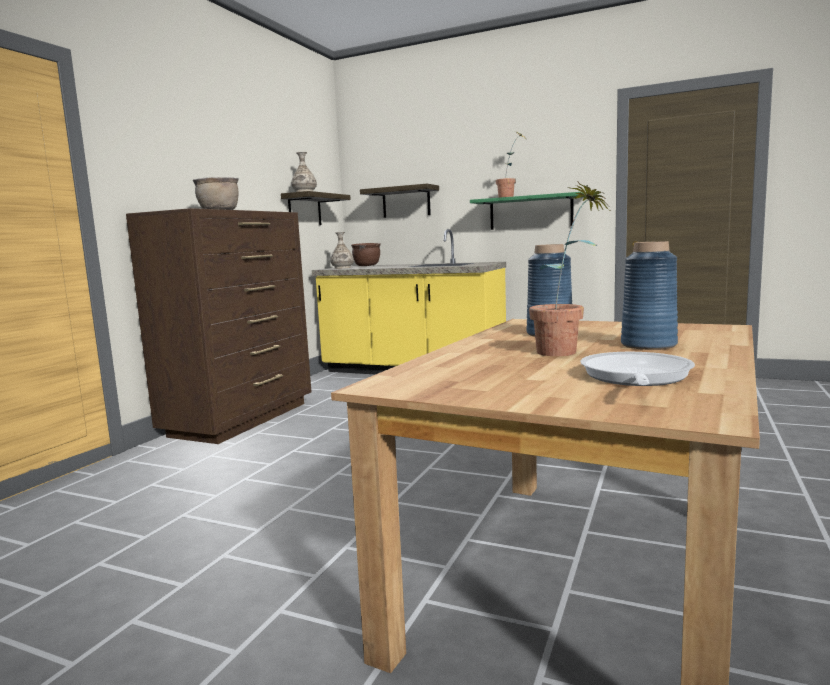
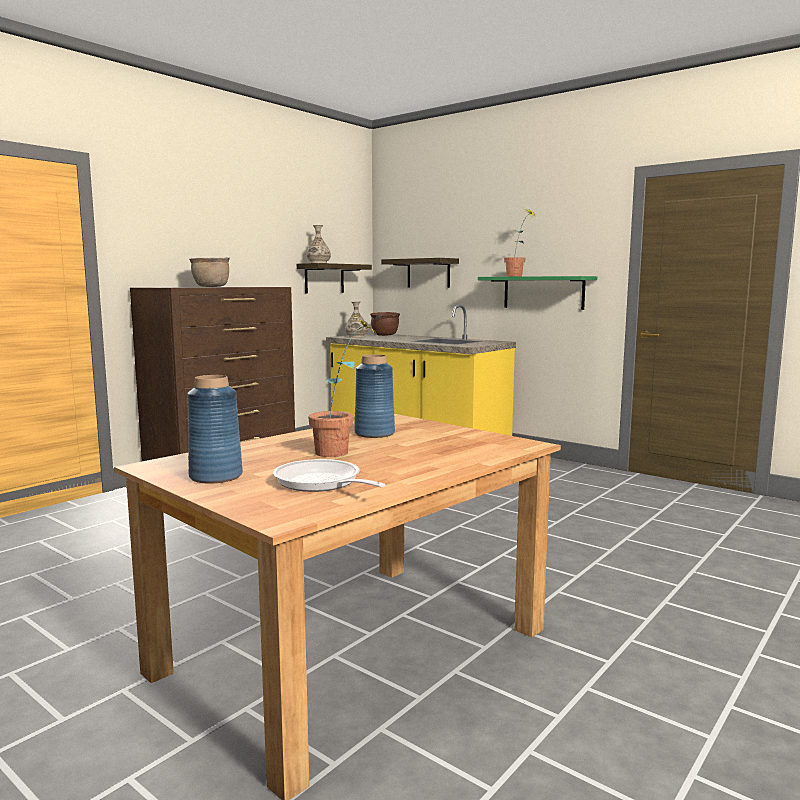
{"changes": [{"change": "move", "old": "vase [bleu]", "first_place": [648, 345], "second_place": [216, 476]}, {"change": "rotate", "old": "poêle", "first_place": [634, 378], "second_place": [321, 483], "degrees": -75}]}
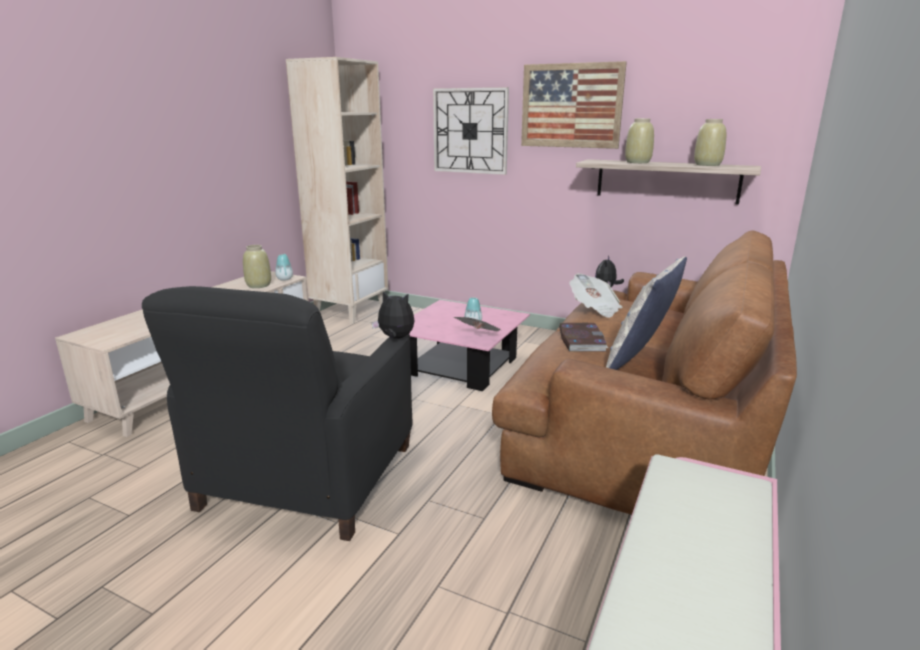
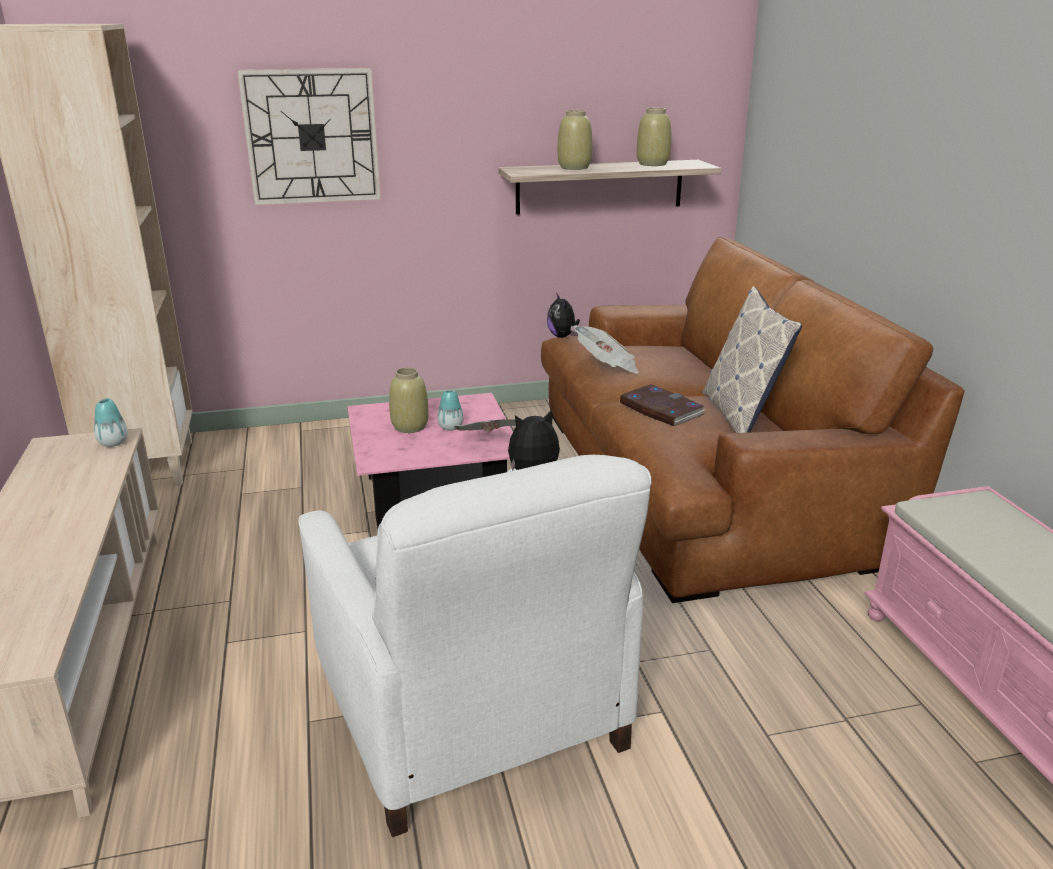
{"changes": [{"change": "delete", "old": "tableau", "first_place": [571, 106]}, {"change": "move", "old": "vase [beige]", "first_place": [258, 285], "second_place": [409, 427]}, {"change": "recolor", "old": "fauteuil [noir]", "new": "fauteuil [blanc]", "first_place": [307, 478], "second_place": [472, 713]}]}
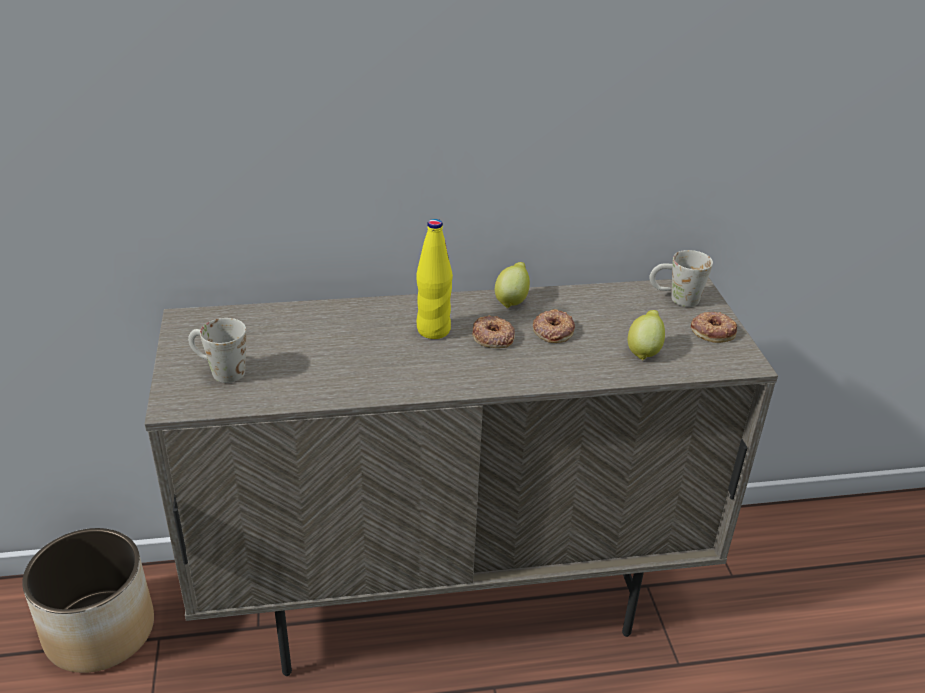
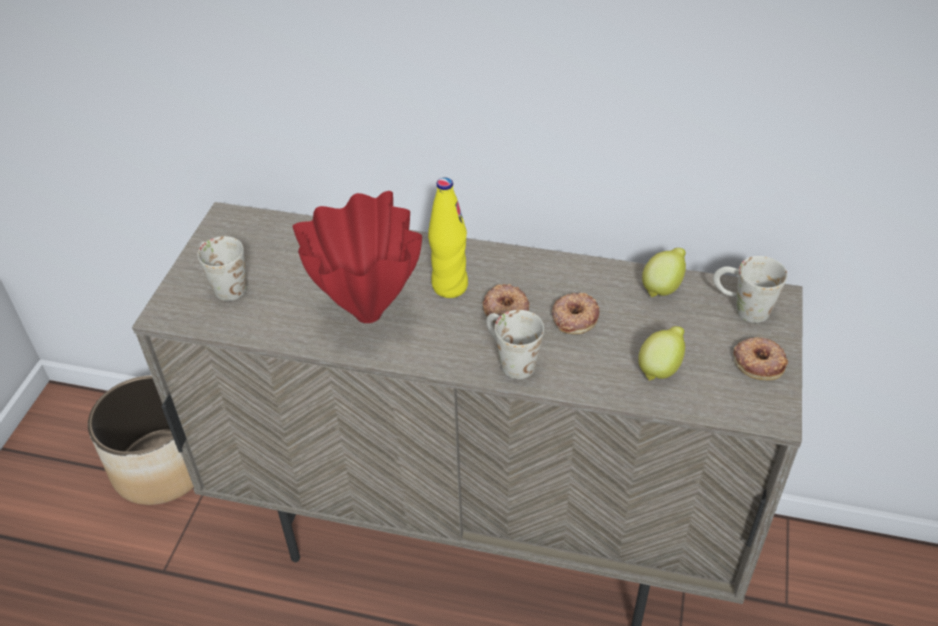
{"changes": [{"change": "move", "old": "citron", "first_place": [512, 300], "second_place": [662, 287]}, {"change": "insert", "new": "vase [rouge]", "second_place": [367, 315]}, {"change": "insert", "new": "mug [blanc]", "second_place": [509, 360]}]}
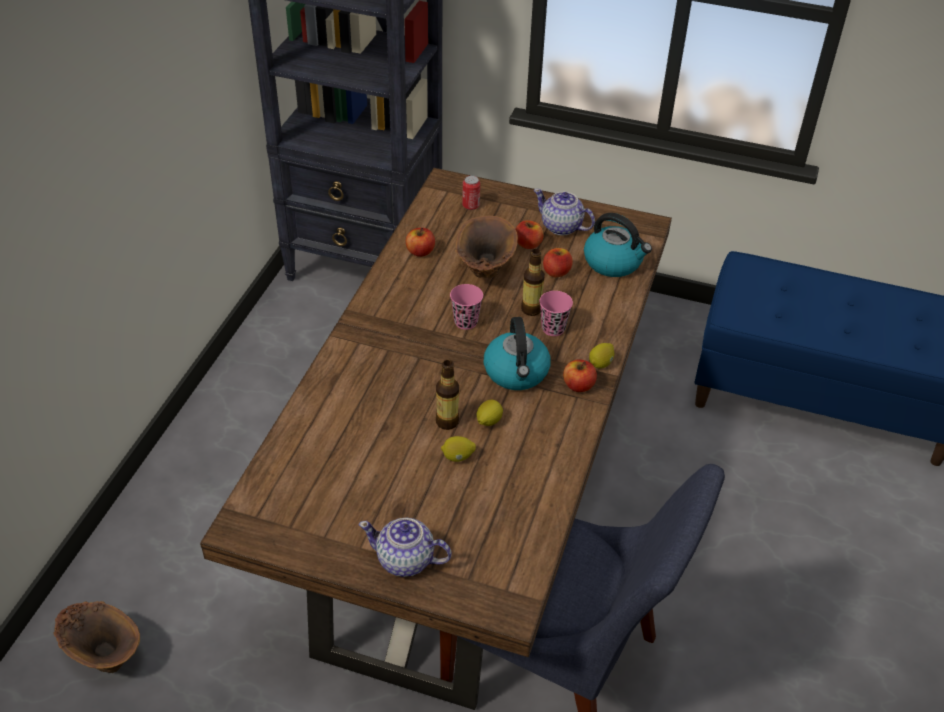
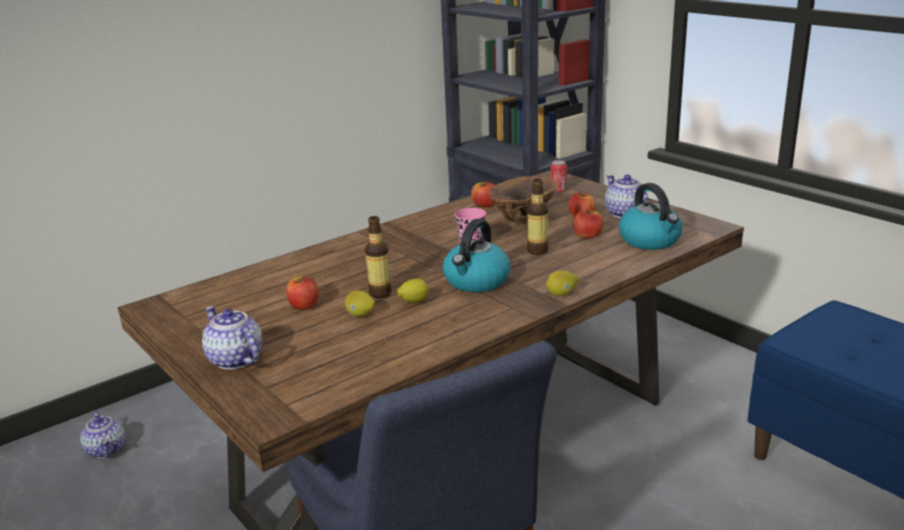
{"changes": [{"change": "delete", "old": "tasse [rose]", "first_place": [553, 328]}, {"change": "move", "old": "pomme", "first_place": [578, 385], "second_place": [304, 306]}, {"change": "replace", "old": "vase [marron]", "new": "théière", "first_place": [105, 655], "second_place": [106, 449]}]}
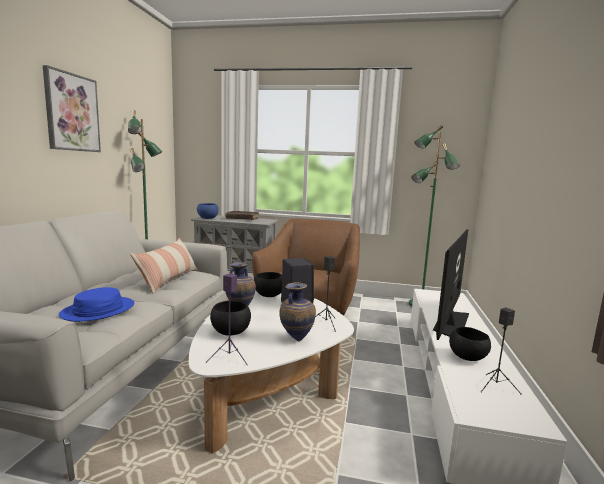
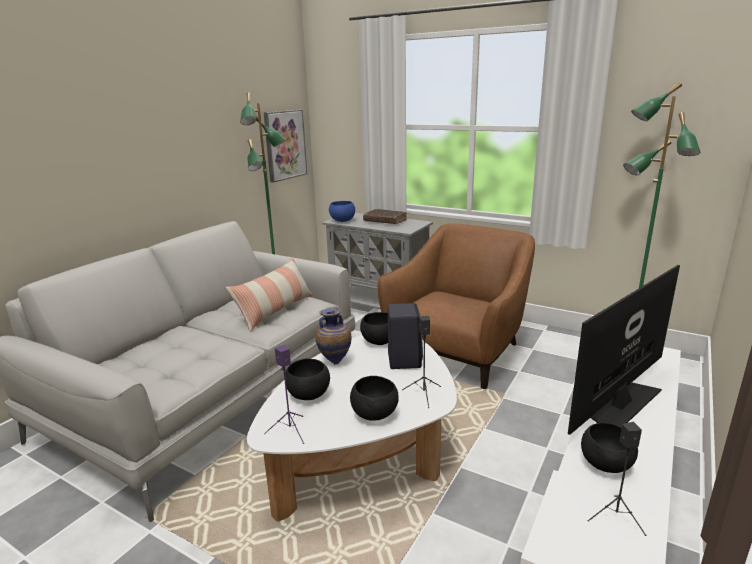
{"changes": [{"change": "move", "old": "tableau", "first_place": [72, 112], "second_place": [285, 145]}, {"change": "replace", "old": "vase", "new": "bol [noir]", "first_place": [296, 339], "second_place": [375, 414]}, {"change": "delete", "old": "chapeau [bleu]", "first_place": [98, 310]}]}
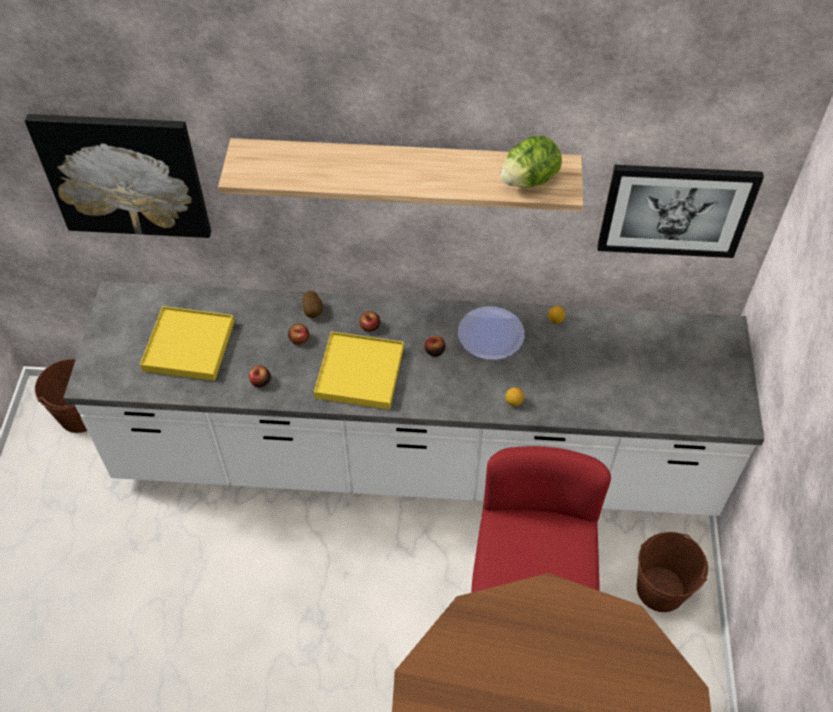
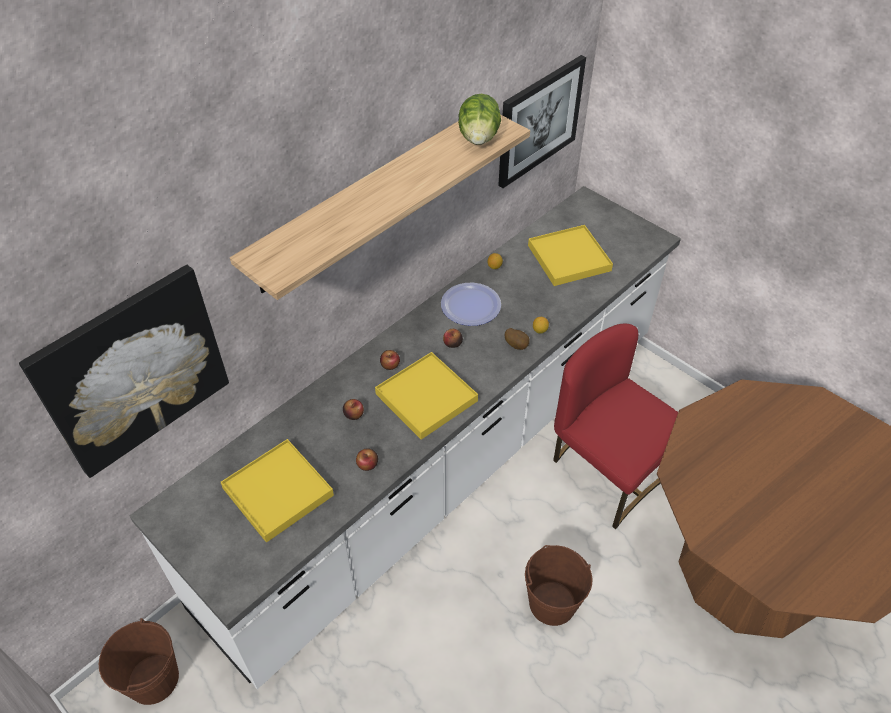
{"changes": [{"change": "move", "old": "pomme de terre", "first_place": [313, 311], "second_place": [517, 345]}, {"change": "move", "old": "seau [marron]", "first_place": [660, 589], "second_place": [552, 603]}, {"change": "insert", "new": "plateau [jaune]", "second_place": [569, 258]}]}
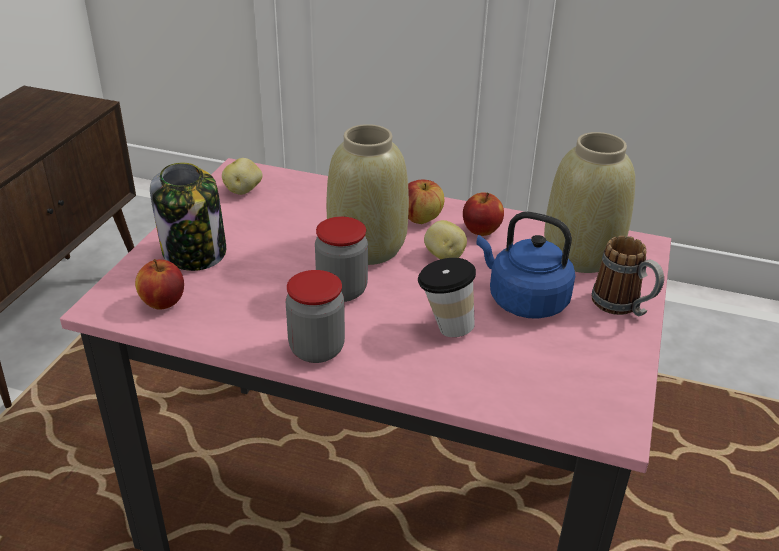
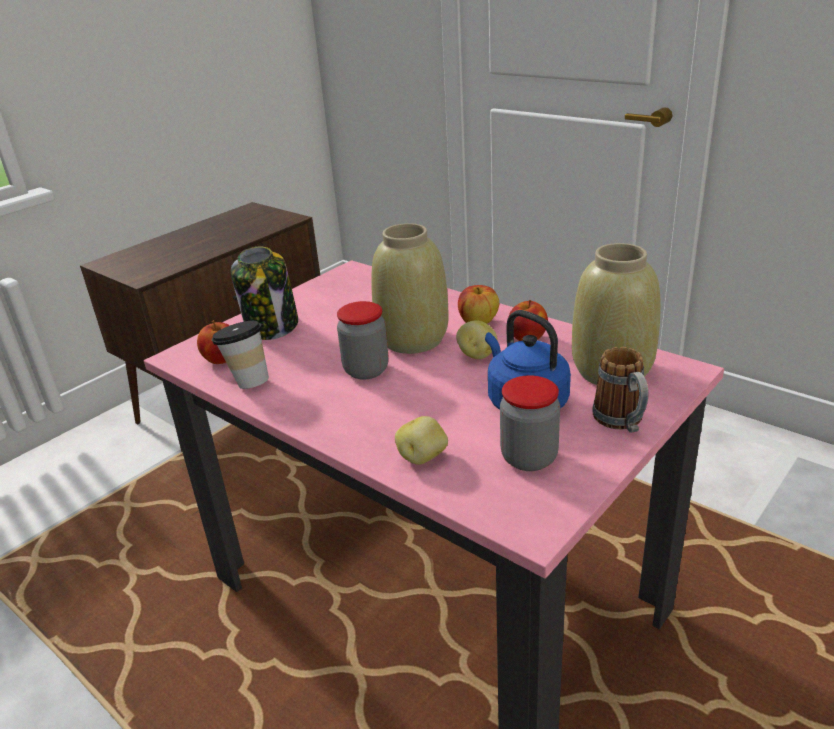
{"changes": [{"change": "move", "old": "pomme de terre", "first_place": [243, 190], "second_place": [423, 457]}, {"change": "move", "old": "tasse", "first_place": [444, 327], "second_place": [248, 381]}, {"change": "move", "old": "bocal", "first_place": [316, 349], "second_place": [529, 458]}]}
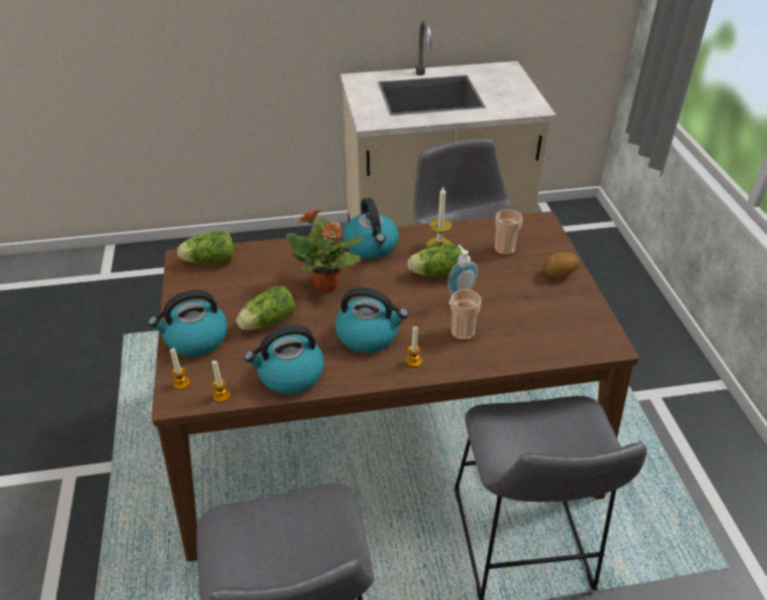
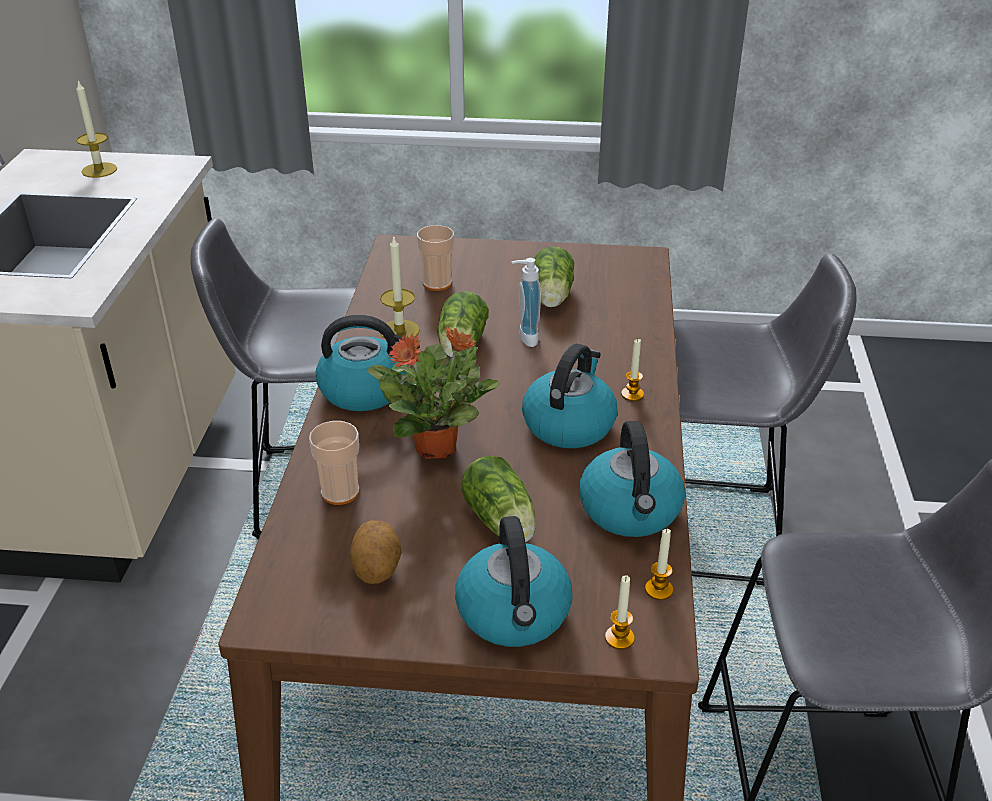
{"changes": [{"change": "move", "old": "laitue", "first_place": [208, 260], "second_place": [551, 298]}, {"change": "move", "old": "pomme de terre", "first_place": [559, 274], "second_place": [377, 569]}, {"change": "move", "old": "tasse", "first_place": [462, 332], "second_place": [340, 492]}, {"change": "insert", "new": "bougie", "second_place": [99, 170]}]}
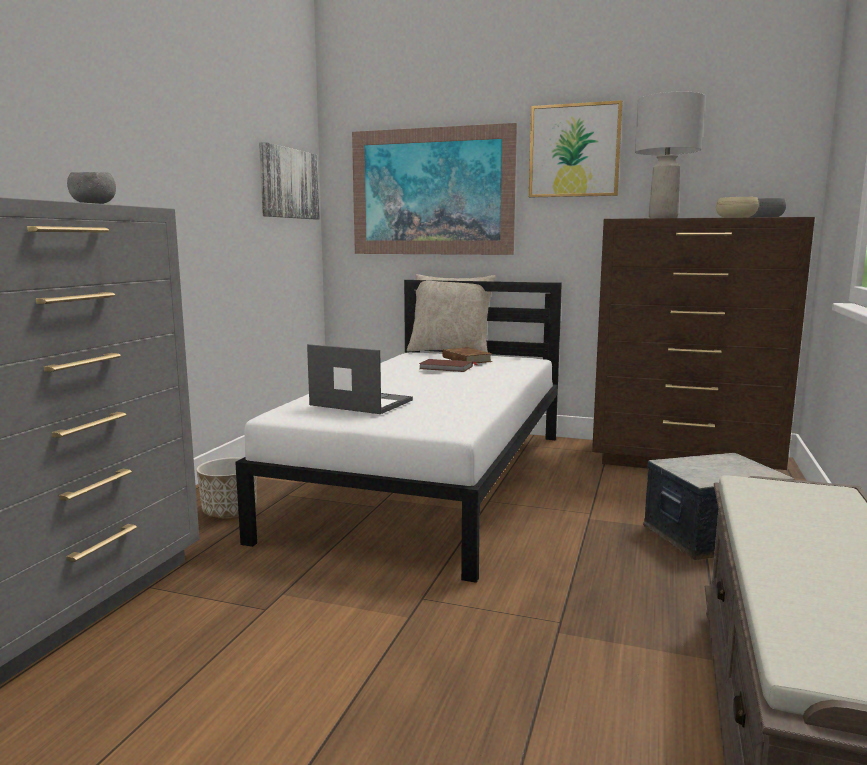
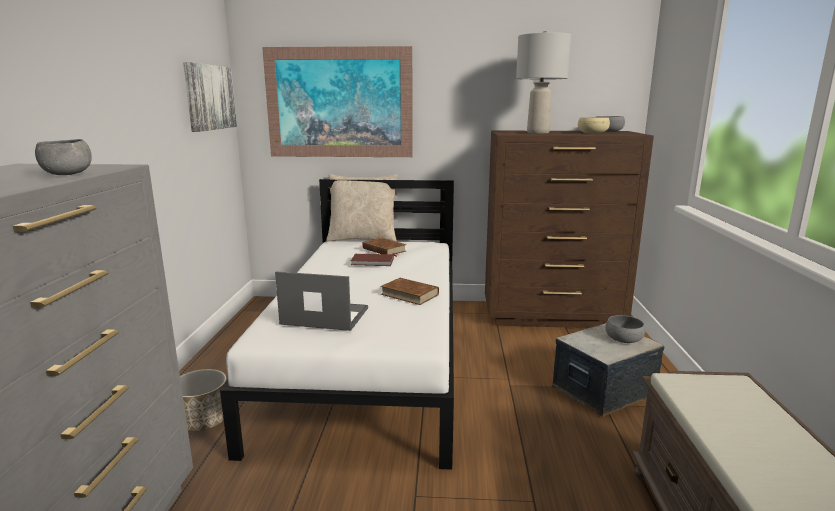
{"changes": [{"change": "delete", "old": "tableau", "first_place": [574, 151]}, {"change": "insert", "new": "livre [marron]", "second_place": [409, 294]}, {"change": "insert", "new": "bol [gris]", "second_place": [623, 338]}]}
